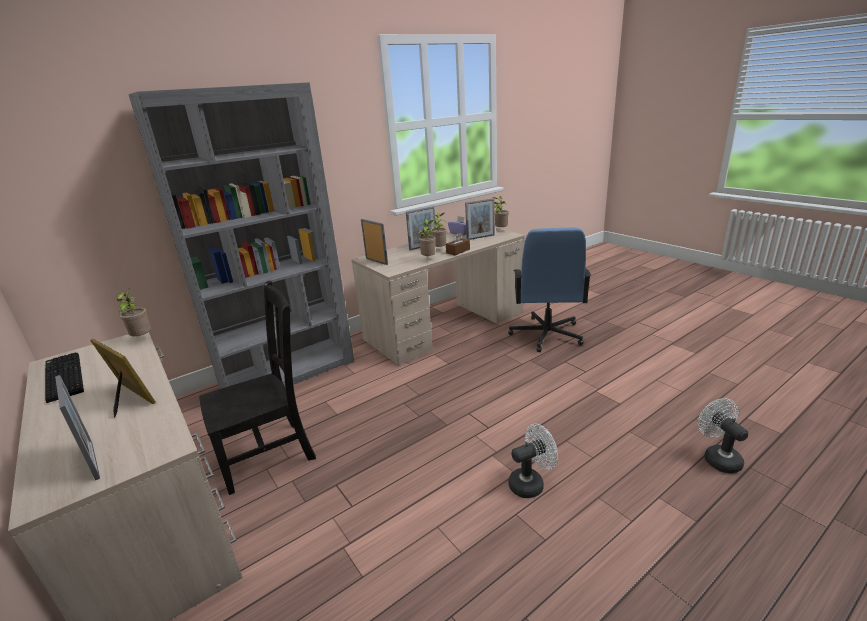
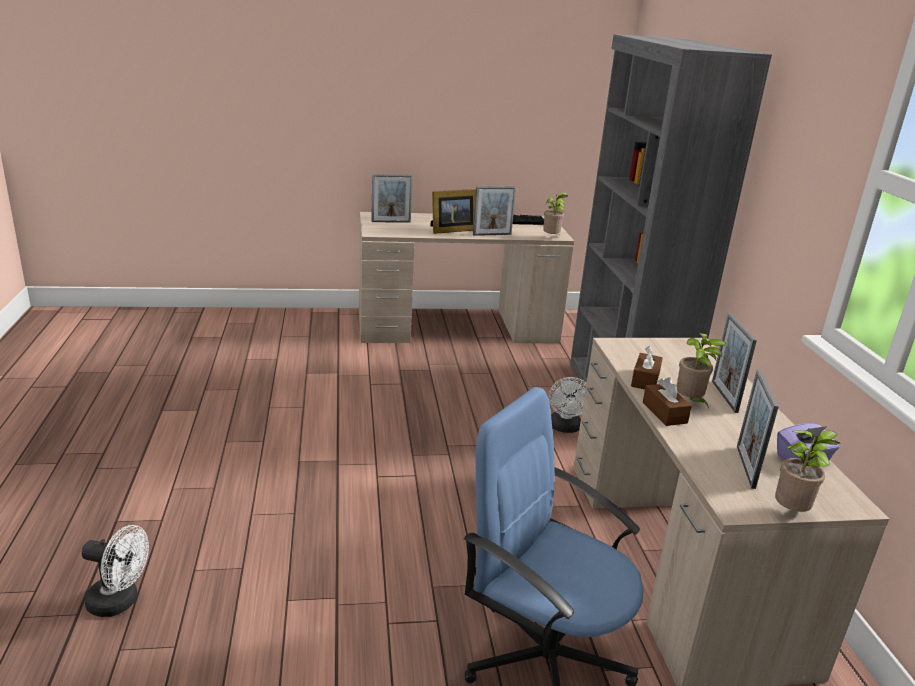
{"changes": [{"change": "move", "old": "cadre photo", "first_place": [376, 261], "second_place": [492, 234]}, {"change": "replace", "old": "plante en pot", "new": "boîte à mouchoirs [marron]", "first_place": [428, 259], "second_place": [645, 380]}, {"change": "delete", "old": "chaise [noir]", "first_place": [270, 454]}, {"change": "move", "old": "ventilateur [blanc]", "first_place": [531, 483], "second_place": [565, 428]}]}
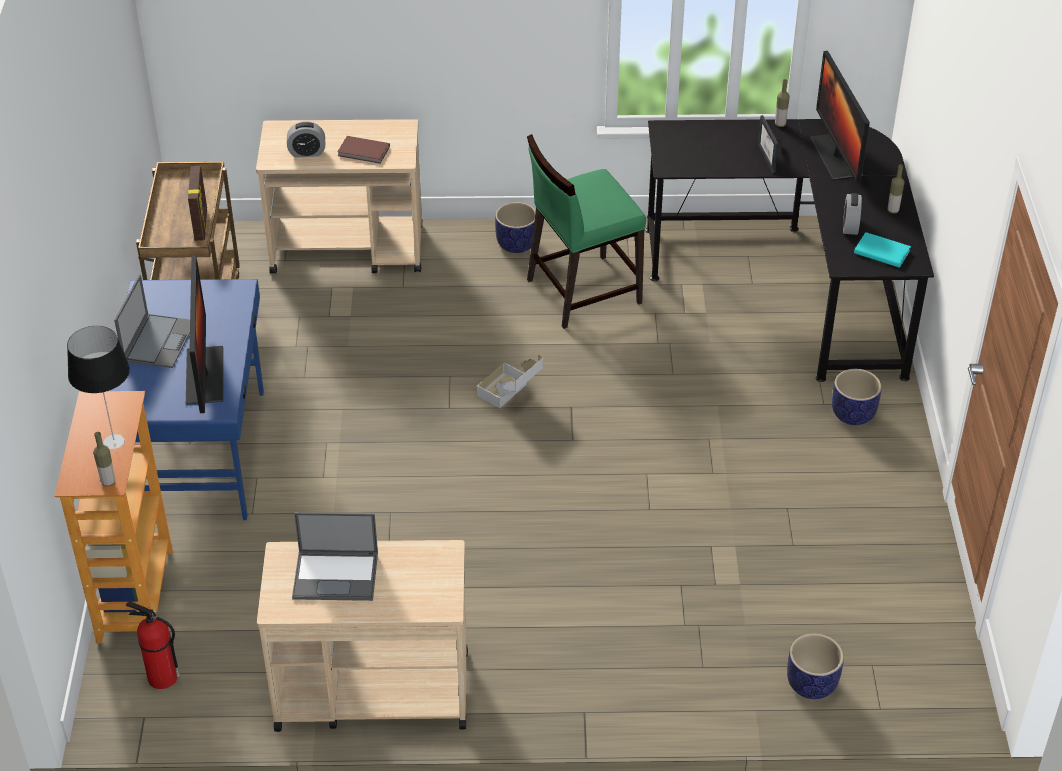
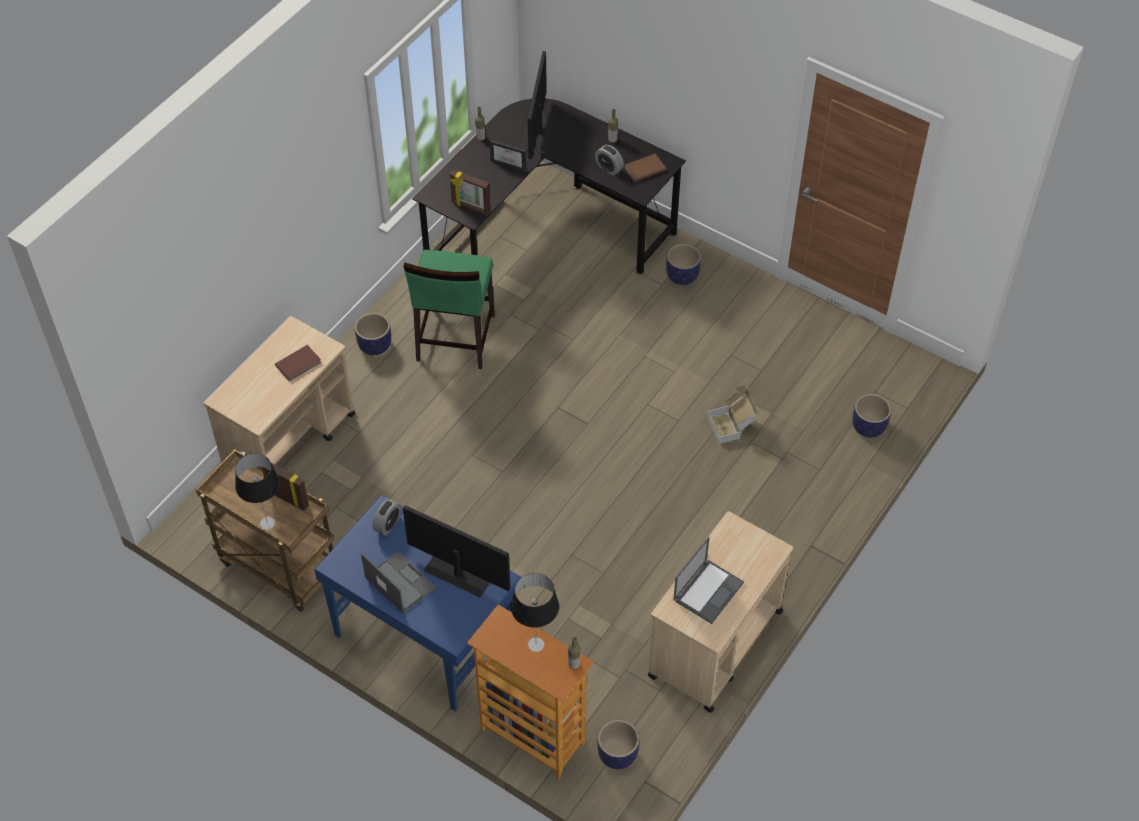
{"changes": [{"change": "rotate", "old": "écran d'ordinateur", "first_place": [836, 156], "second_place": [538, 132], "degrees": 75}, {"change": "move", "old": "réveil", "first_place": [307, 152], "second_place": [388, 524]}, {"change": "recolor", "old": "livre [turquoise]", "new": "livre [marron]", "first_place": [881, 251], "second_place": [644, 168]}, {"change": "move", "old": "carton", "first_place": [511, 395], "second_place": [732, 426]}, {"change": "replace", "old": "extincteur", "new": "cache-pot", "first_place": [161, 677], "second_place": [617, 755]}, {"change": "insert", "new": "cadre photo", "second_place": [470, 207]}, {"change": "insert", "new": "lampe de table", "second_place": [267, 523]}]}
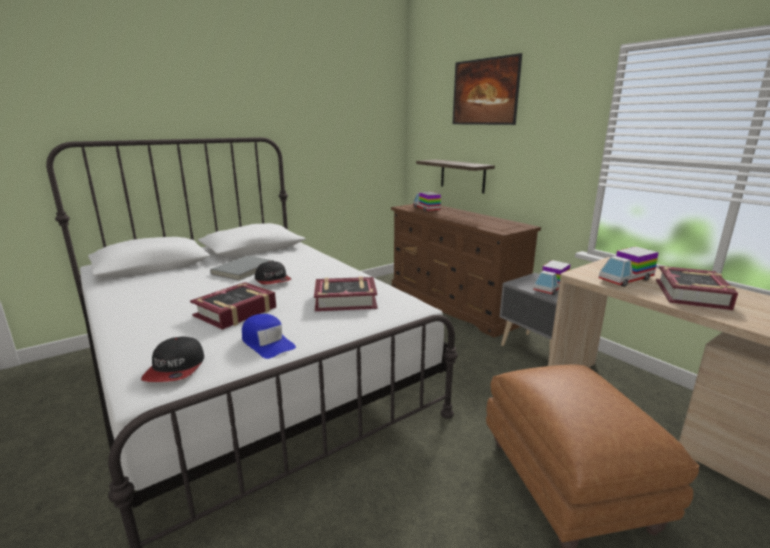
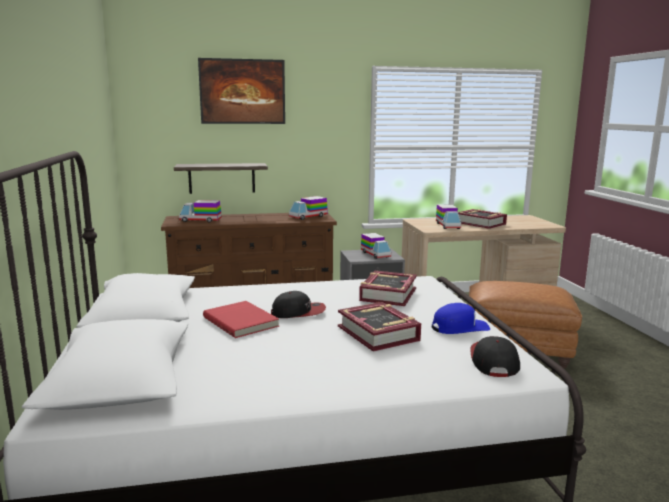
{"changes": [{"change": "recolor", "old": "livre [gris]", "new": "livre [rouge]", "first_place": [244, 270], "second_place": [242, 321]}, {"change": "rotate", "old": "casquette", "first_place": [176, 368], "second_place": [493, 361], "degrees": -105}, {"change": "insert", "new": "camion jouet", "second_place": [308, 217]}]}
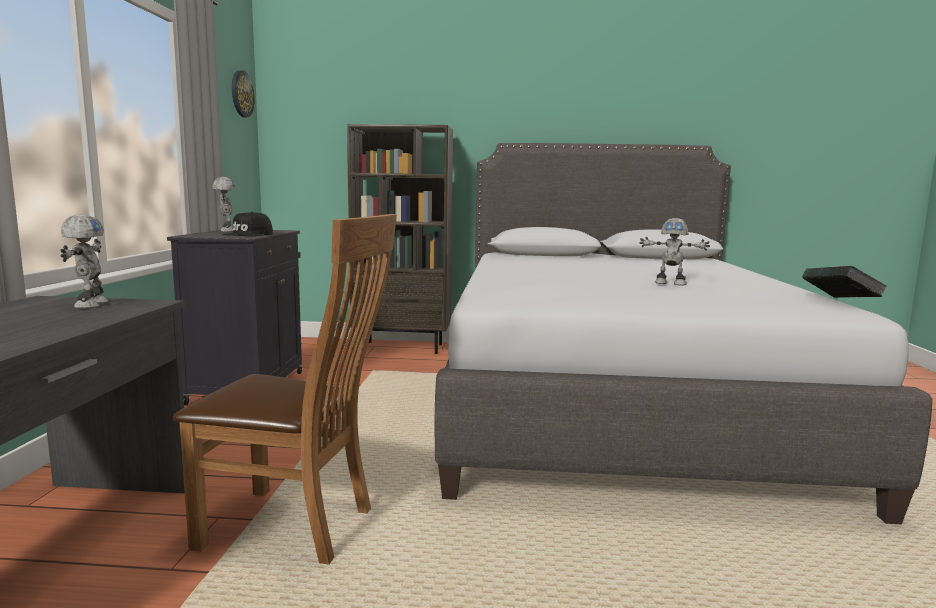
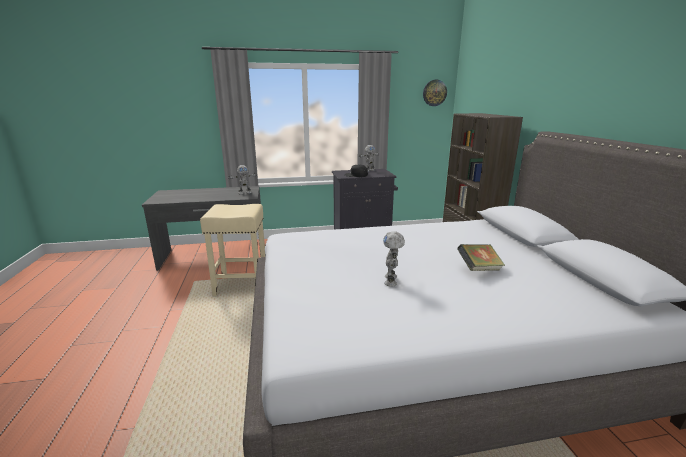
{"changes": [{"change": "replace", "old": "chaise [marron]", "new": "tabouret [beige]", "first_place": [297, 527], "second_place": [240, 285]}, {"change": "move", "old": "livre", "first_place": [840, 302], "second_place": [479, 269]}]}
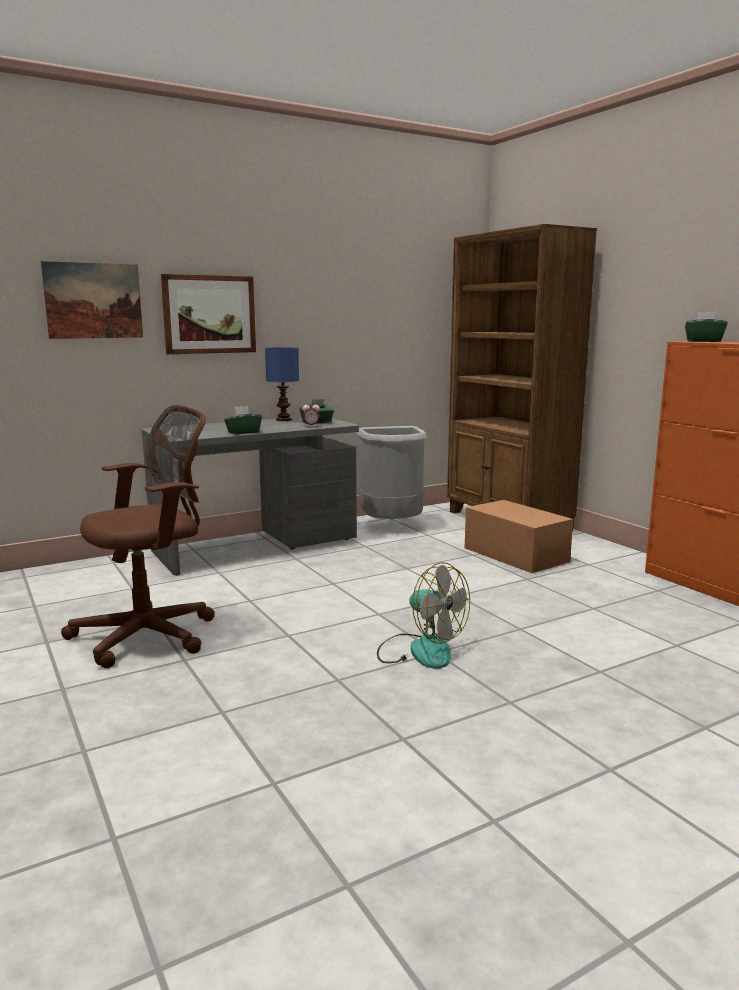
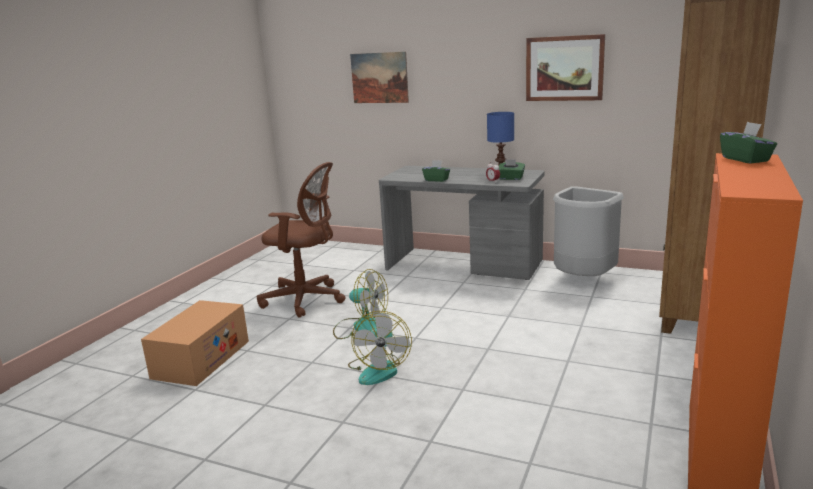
{"changes": [{"change": "move", "old": "tableau", "first_place": [209, 314], "second_place": [564, 68]}, {"change": "move", "old": "carton", "first_place": [515, 555], "second_place": [201, 359]}, {"change": "insert", "new": "ventilateur", "second_place": [360, 327]}]}
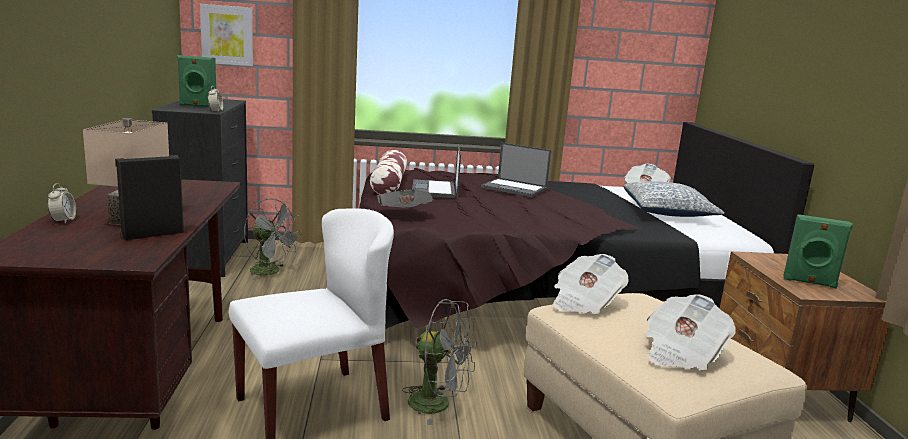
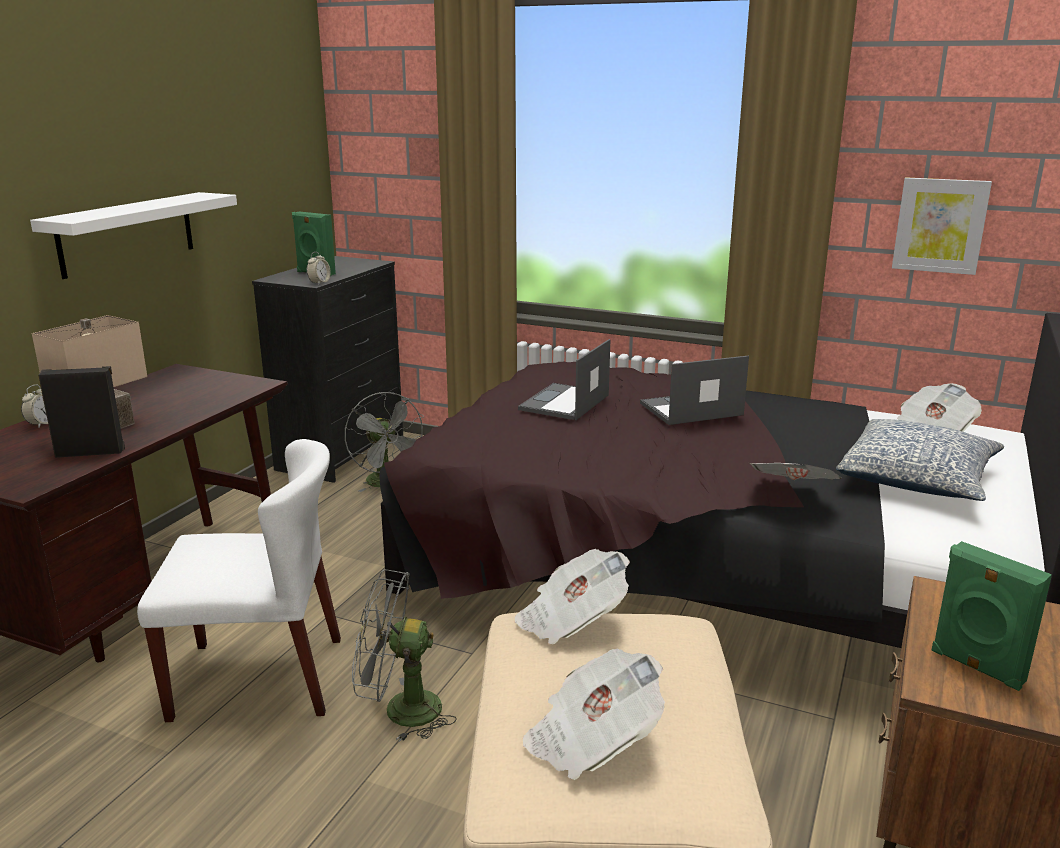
{"changes": [{"change": "move", "old": "tableau", "first_place": [227, 35], "second_place": [940, 225]}, {"change": "rotate", "old": "ordinateur portable", "first_place": [515, 188], "second_place": [690, 409], "degrees": 105}, {"change": "delete", "old": "coussin", "first_place": [389, 184]}, {"change": "move", "old": "journal", "first_place": [404, 214], "second_place": [792, 494]}, {"change": "rotate", "old": "ventilateur [gris]", "first_place": [438, 404], "second_place": [400, 711], "degrees": 135}, {"change": "insert", "new": "étagère [blanc]", "second_place": [127, 233]}]}
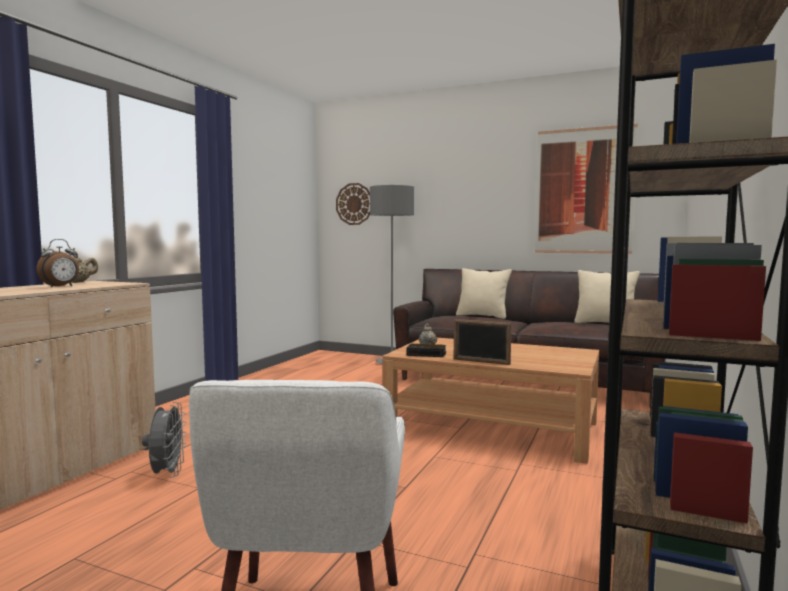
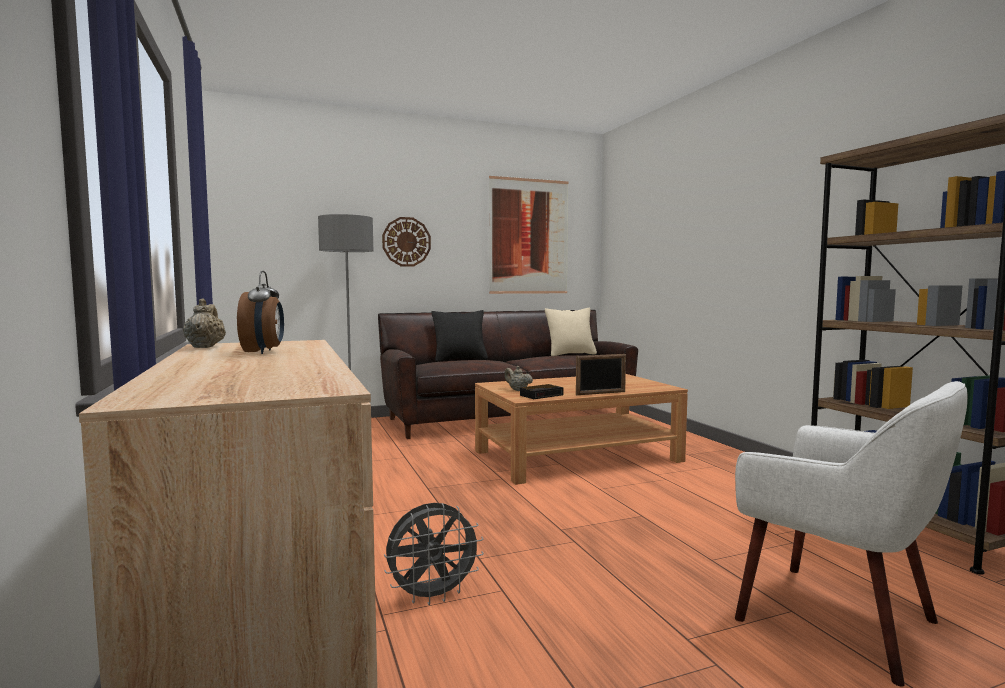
{"changes": [{"change": "move", "old": "horloge murale", "first_place": [354, 204], "second_place": [406, 242]}, {"change": "recolor", "old": "coussin [beige]", "new": "coussin [noir]", "first_place": [482, 316], "second_place": [460, 359]}, {"change": "rotate", "old": "ventilateur [gris]", "first_place": [167, 474], "second_place": [433, 596], "degrees": 120}]}
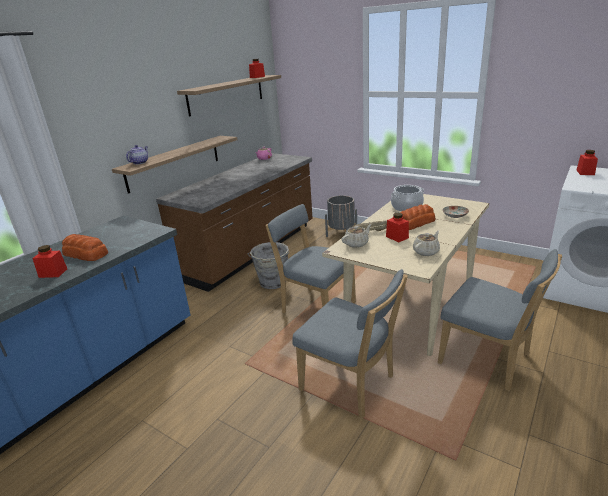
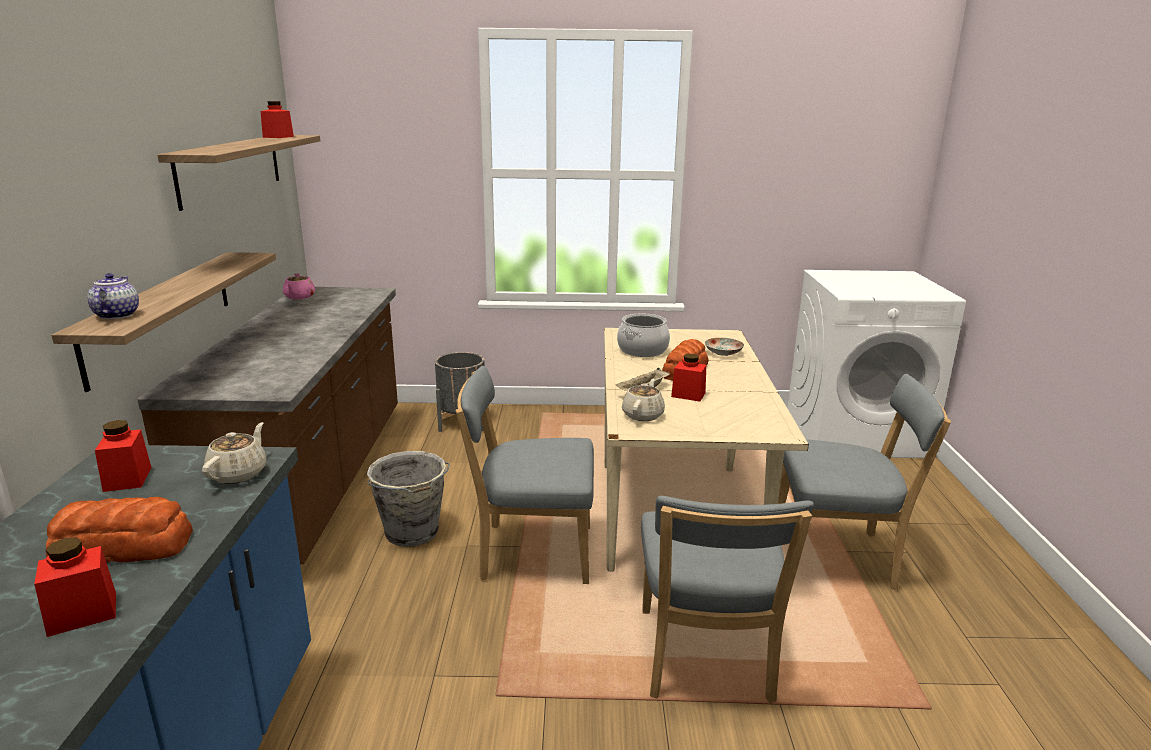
{"changes": [{"change": "move", "old": "bocal [rouge]", "first_place": [585, 172], "second_place": [127, 479]}, {"change": "move", "old": "théière [beige]", "first_place": [426, 251], "second_place": [239, 473]}, {"change": "rotate", "old": "chaise [gris]", "first_place": [351, 385], "second_place": [705, 660], "degrees": 90}]}
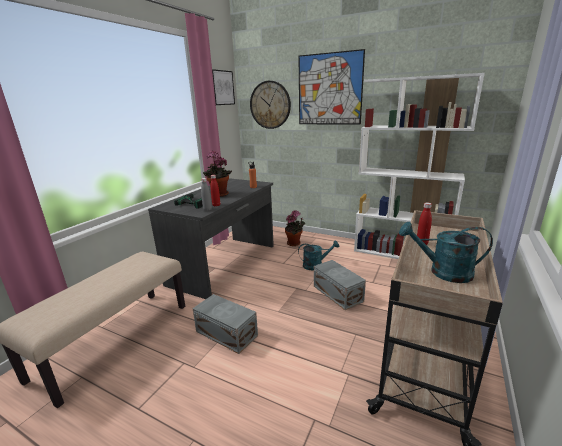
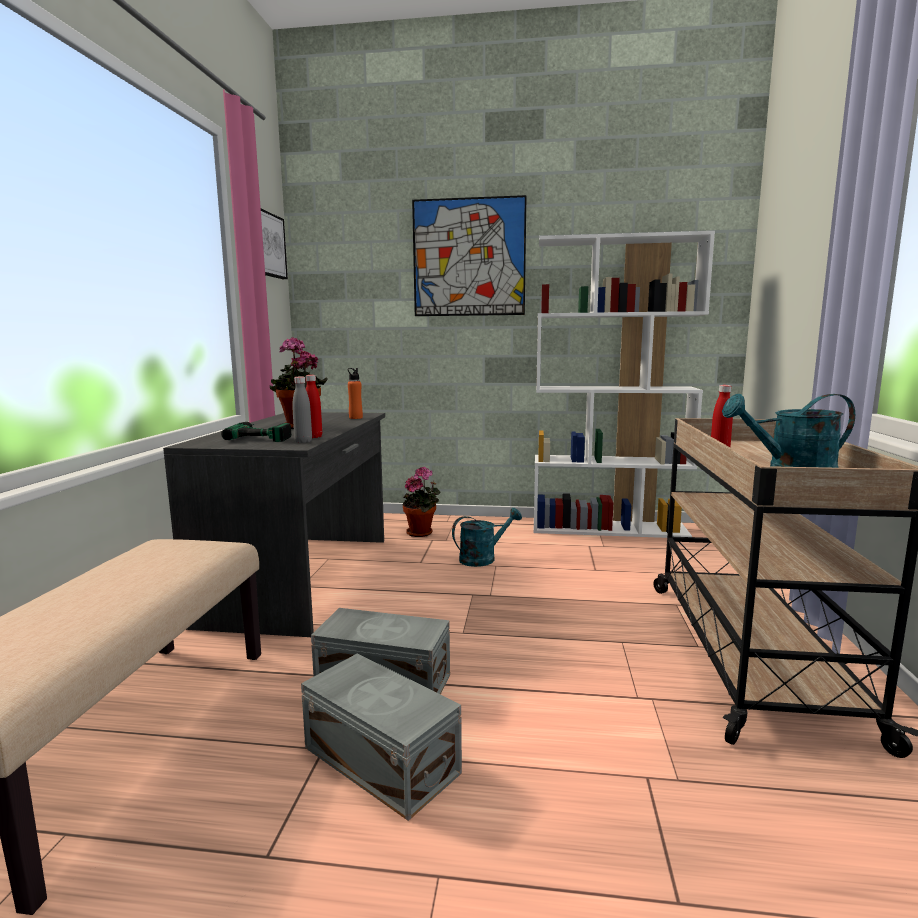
{"changes": [{"change": "delete", "old": "horloge murale", "first_place": [270, 105]}, {"change": "move", "old": "boîte de rangement [gris]", "first_place": [337, 293], "second_place": [381, 758]}]}
